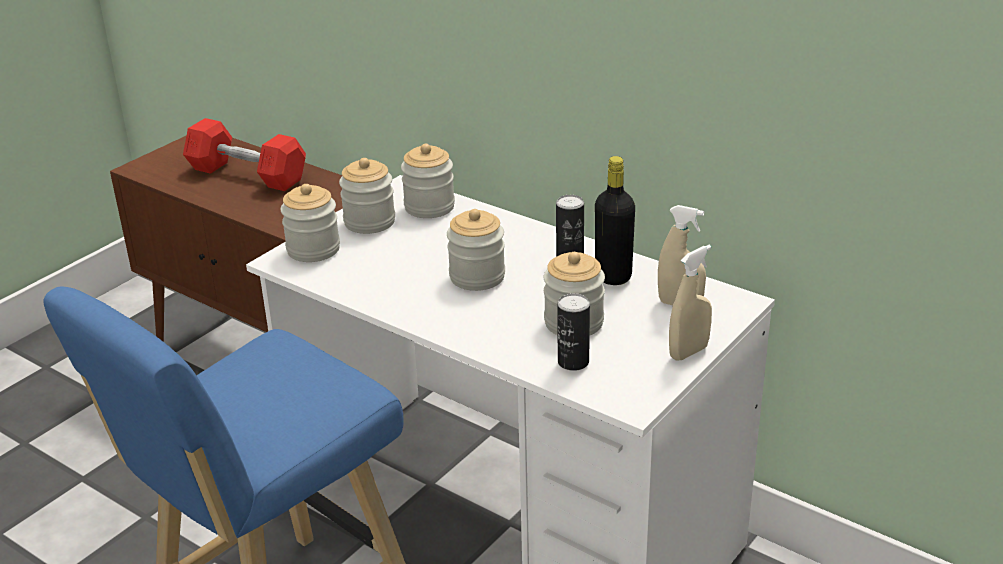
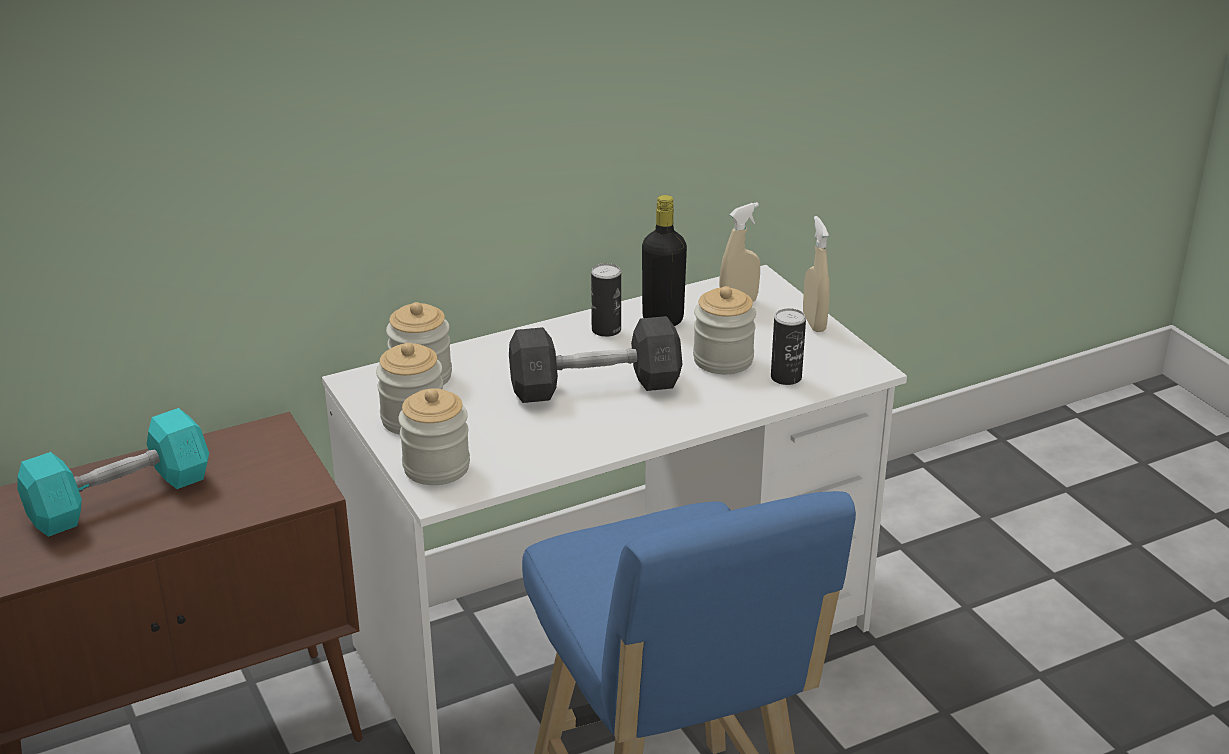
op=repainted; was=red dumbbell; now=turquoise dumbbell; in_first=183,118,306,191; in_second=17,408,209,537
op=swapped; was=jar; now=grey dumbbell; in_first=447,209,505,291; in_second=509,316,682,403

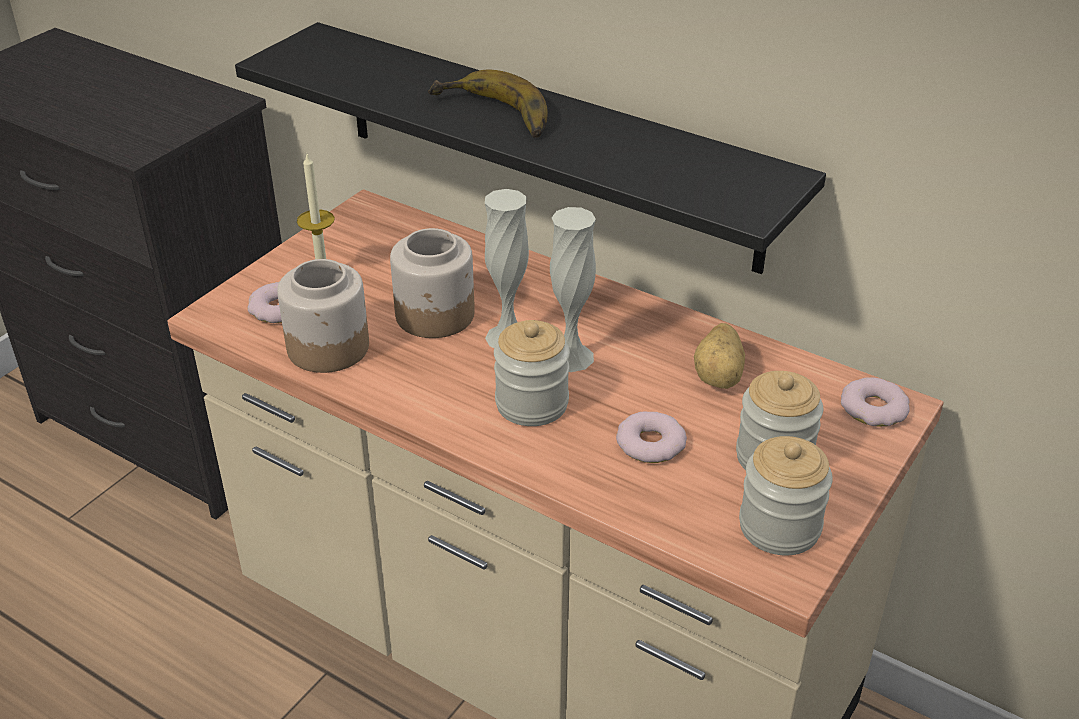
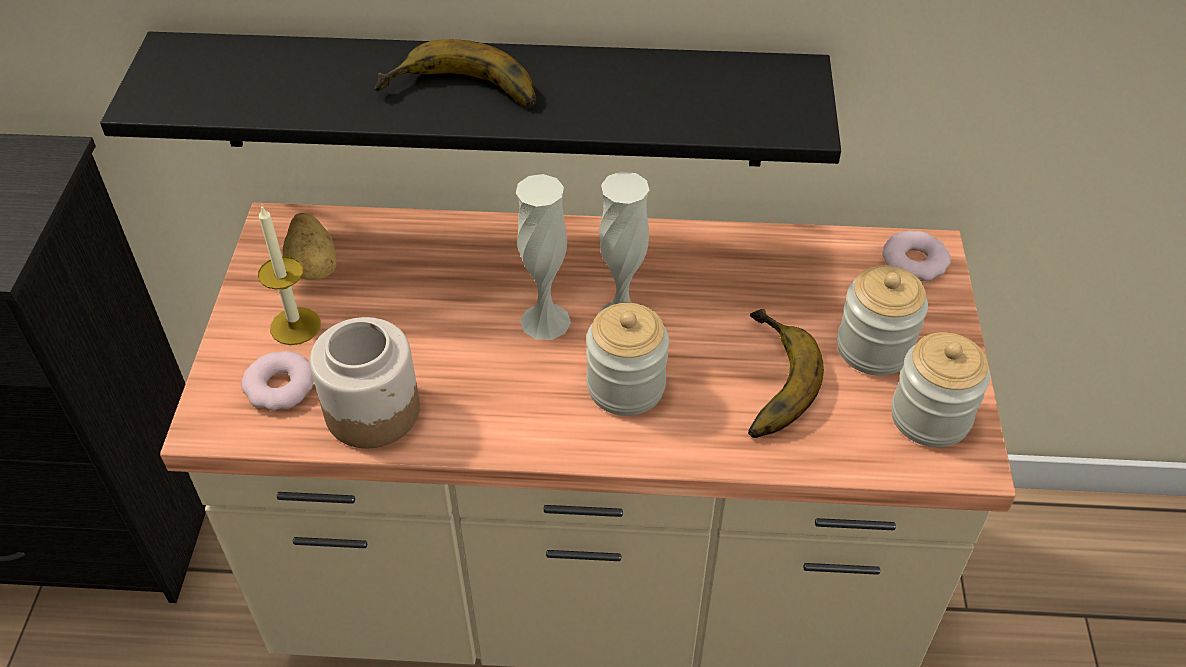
op=shifted; was=potato; in_first=694,323,745,389; in_second=283,213,337,280
op=swapped; was=donut; now=banana; in_first=616,412,687,463; in_second=748,309,824,438
op=gone; was=jar; in_first=390,228,475,338

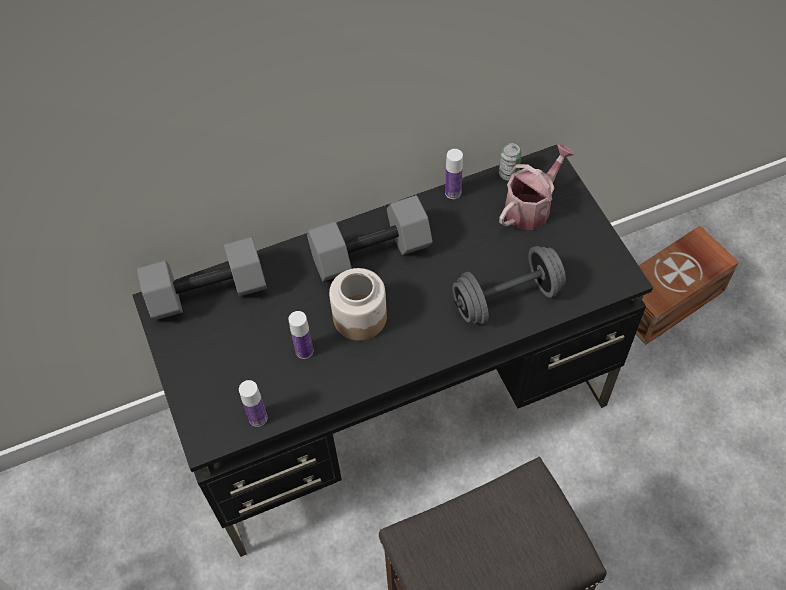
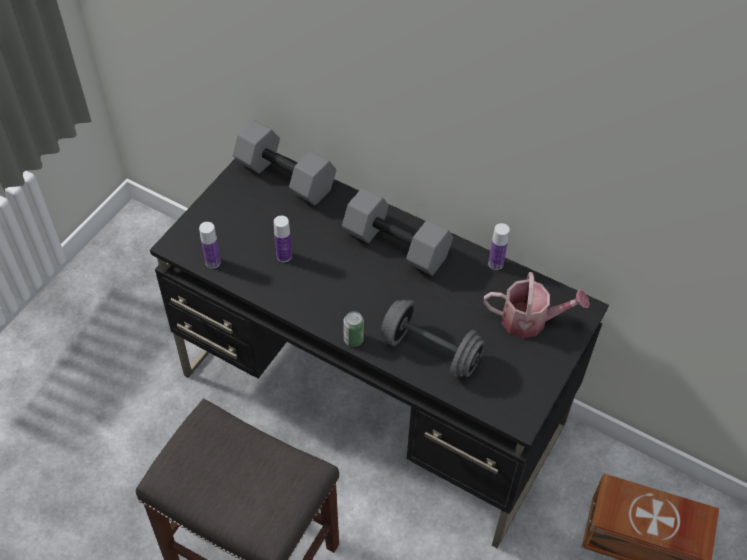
op=shifted; was=can; in_first=499,143,521,181; in_second=343,311,364,347
op=gone; was=jar; in_first=329,268,387,341

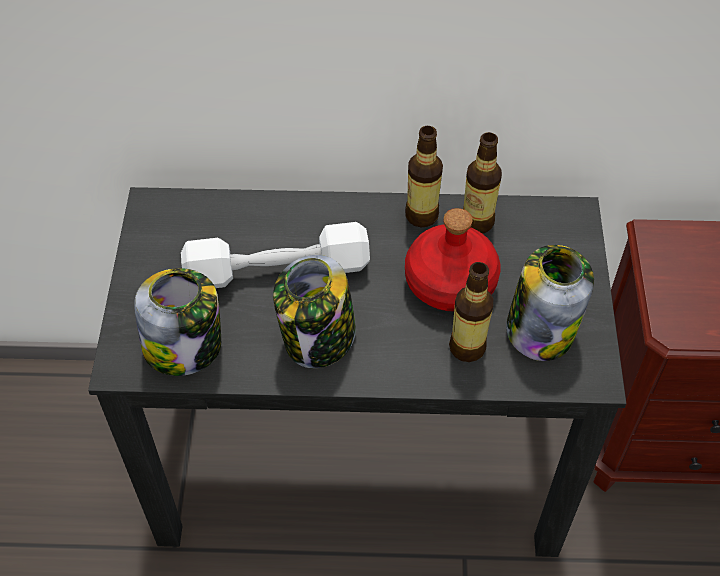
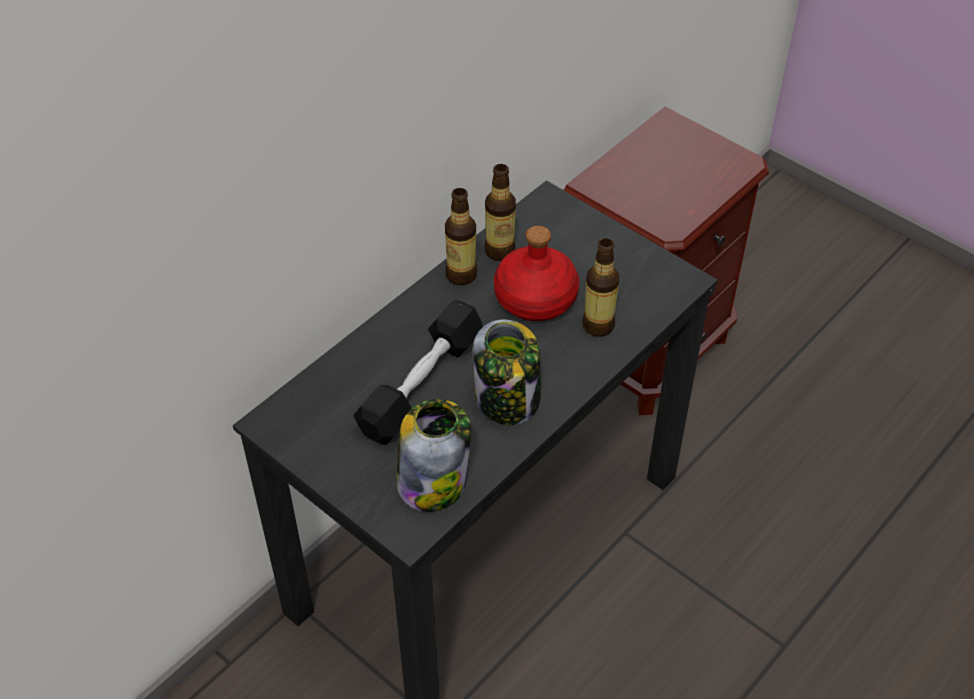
op=repainted; was=white dumbbell; now=black dumbbell; in_first=181,222,370,288; in_second=354,300,483,445
op=gone; was=jar; in_first=506,245,594,361

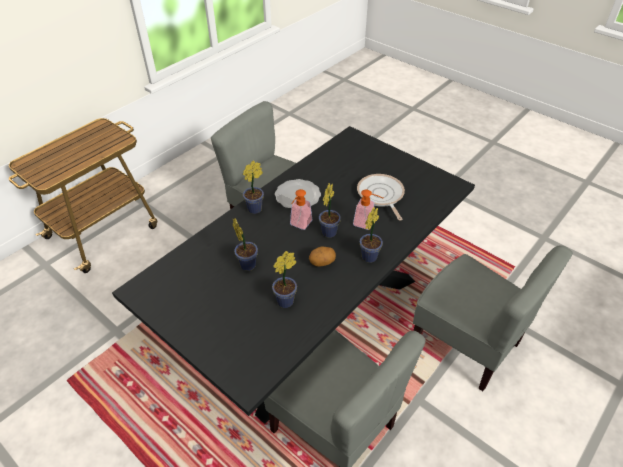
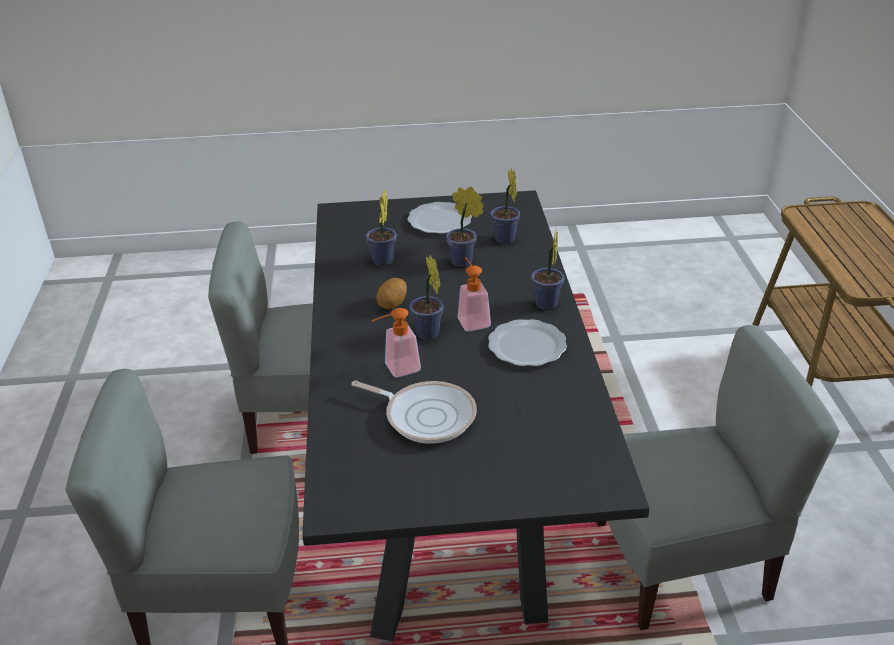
op=new; now=plate; in_second=407,202,472,234
op=shifted; was=potted plant; in_first=360,207,383,263; in_second=491,167,520,244

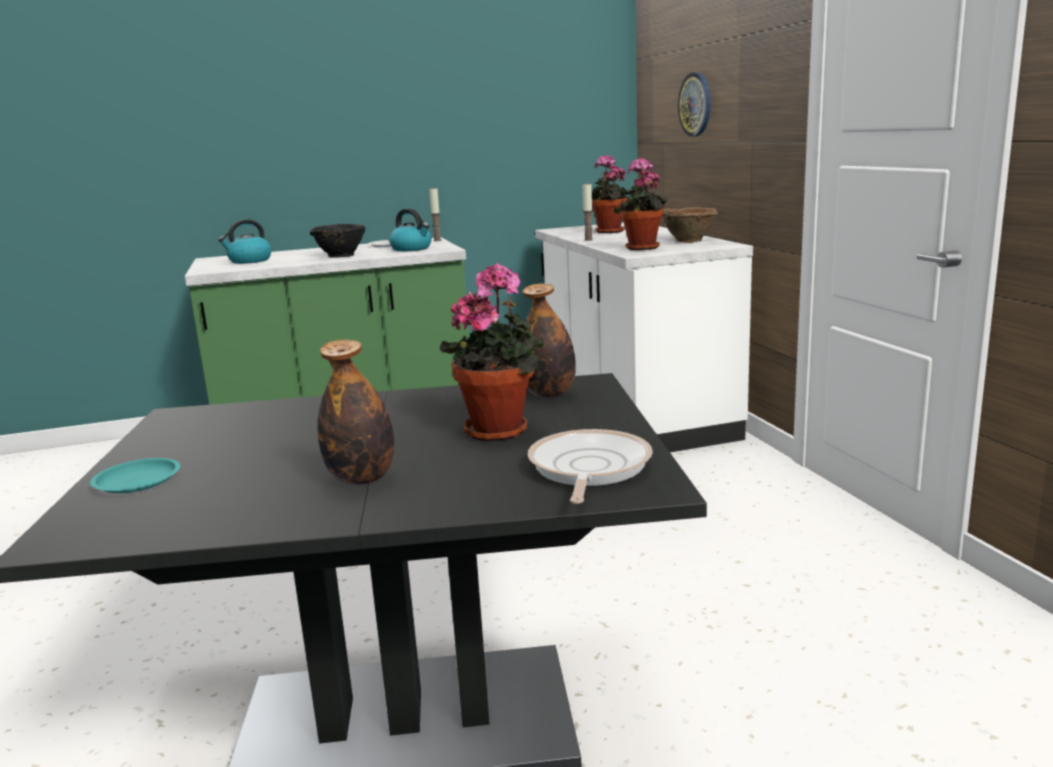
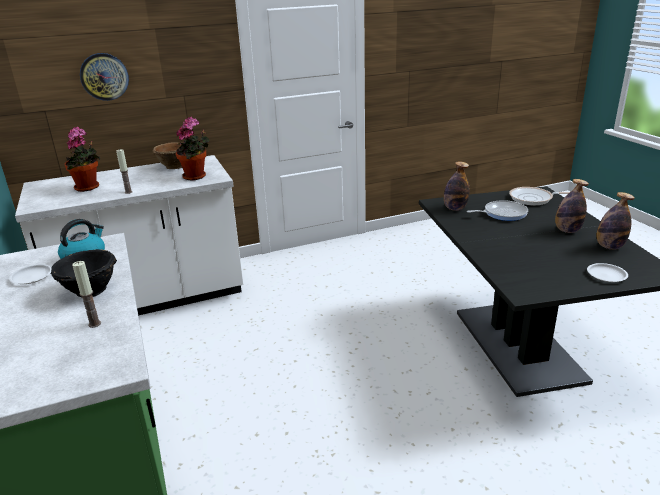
op=shifted; was=candle; in_first=429,188,442,241; in_second=72,261,101,328
op=swapped; was=potted plant; now=frying pan; in_first=440,263,544,441; in_second=467,200,528,221
op=repainted; was=turquoise plate; now=white plate; in_first=90,458,180,493; in_second=587,263,628,282
op=new; now=bottle; in_second=596,192,635,250
op=gone; was=kettle; in_first=218,219,272,264

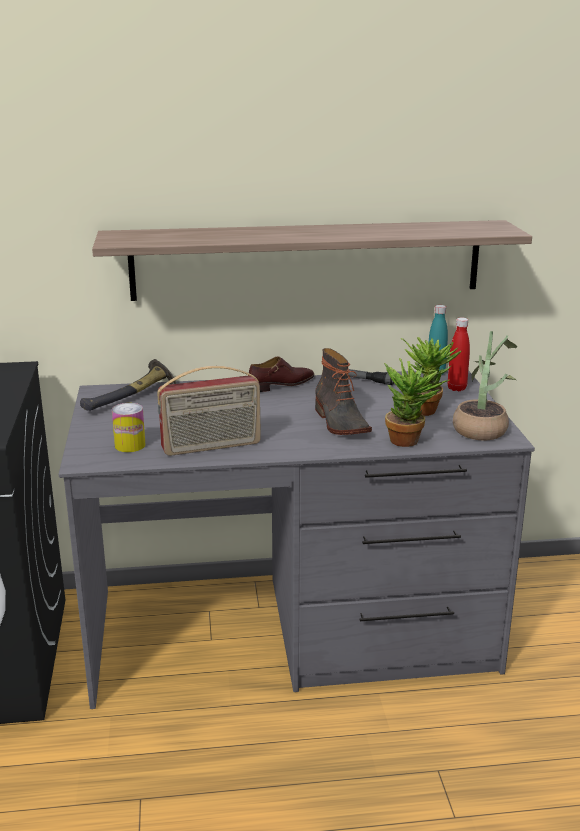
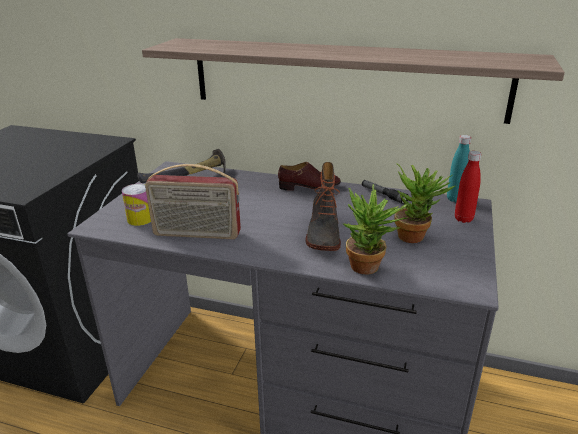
op=gone; was=potted plant; in_first=453,331,517,440

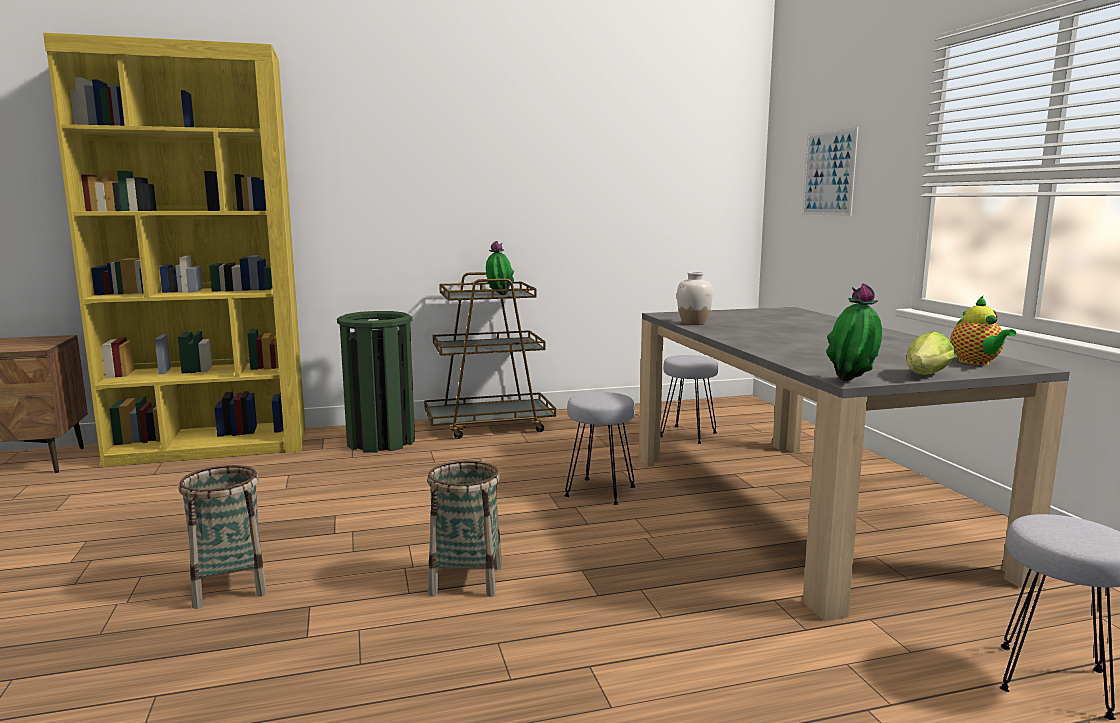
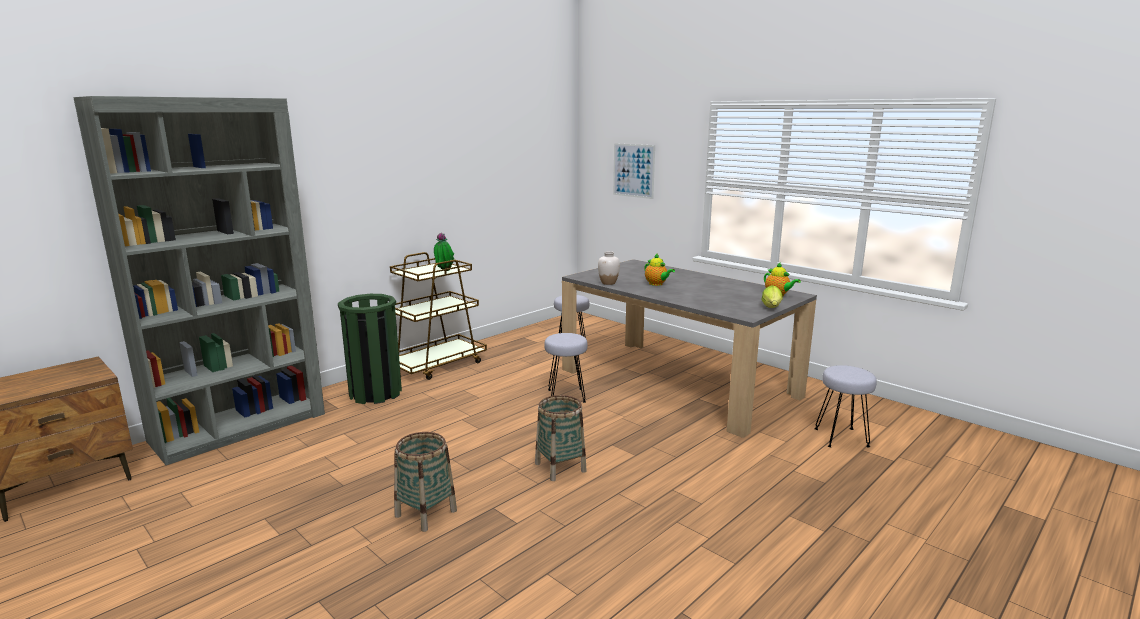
op=repainted; was=yellow bookcase; now=grey bookcase; in_first=43,33,305,467; in_second=73,96,325,465
op=new; now=teapot; in_second=644,253,675,286
op=gone; was=potted plant; in_first=826,283,882,381

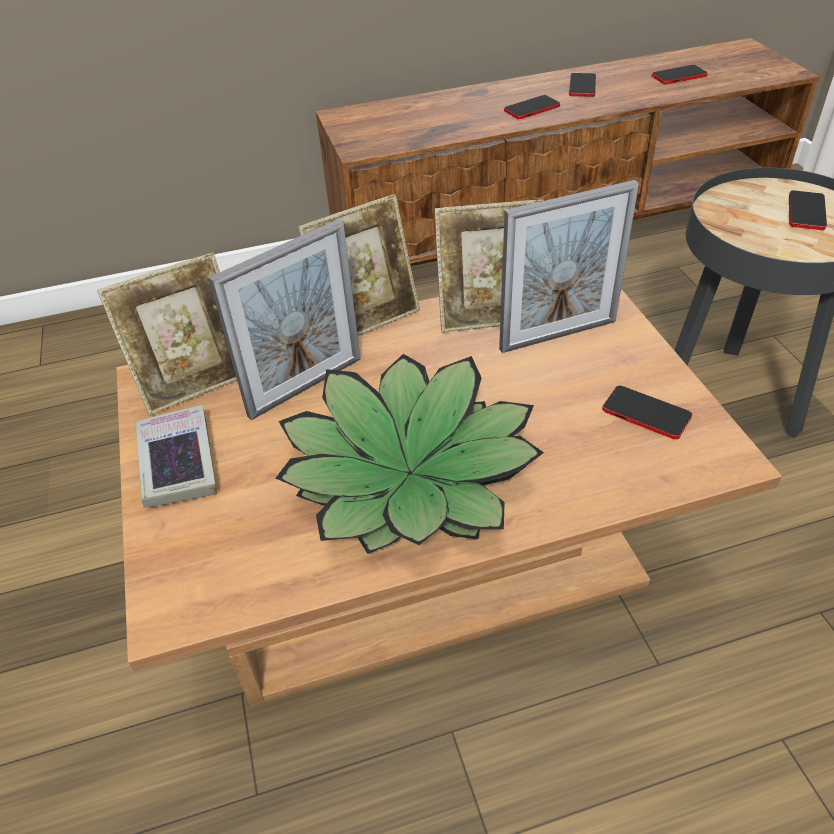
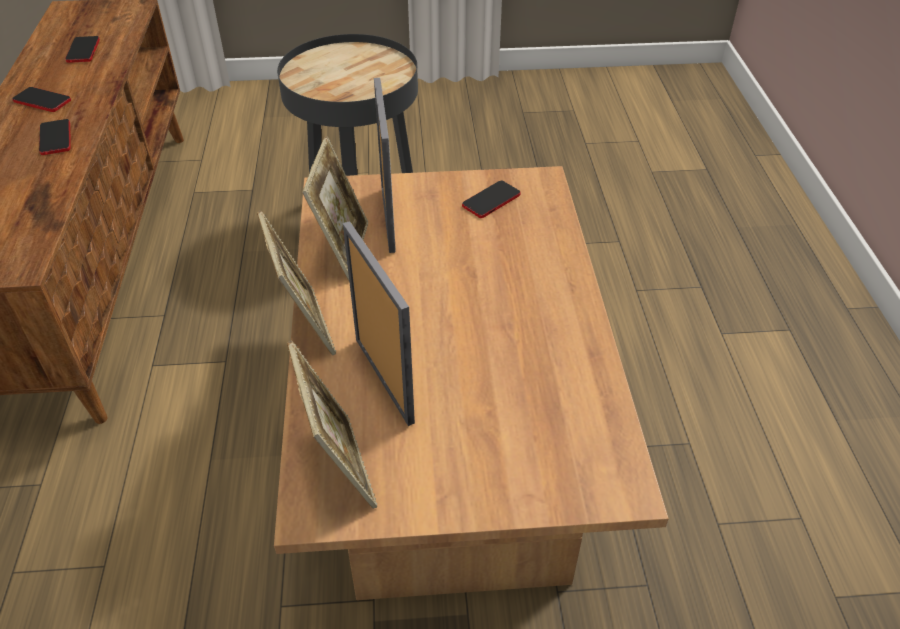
op=gone; was=book; in_first=136,405,217,508
op=gone; was=potted plant; in_first=276,354,544,554
op=gone; was=phone; in_first=789,190,827,230

